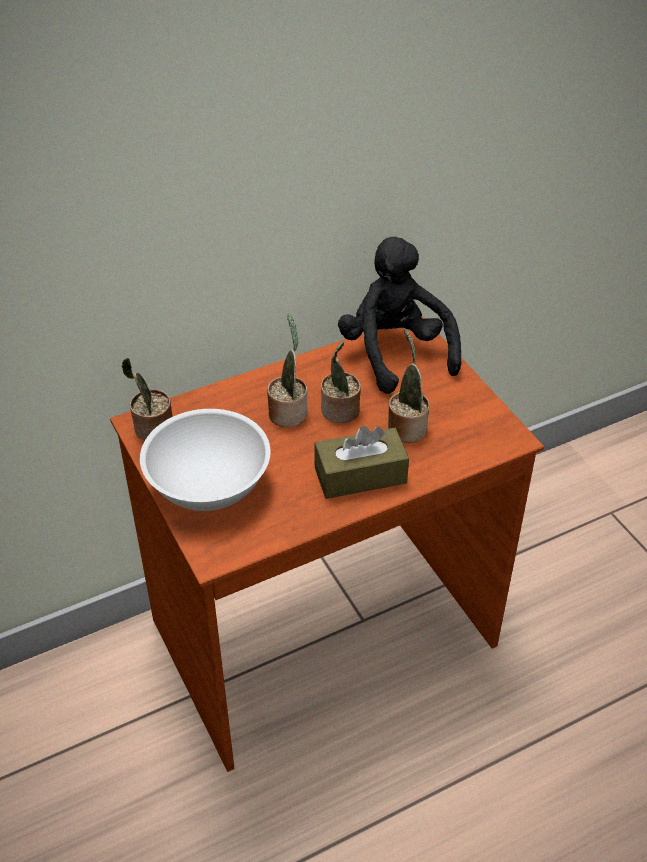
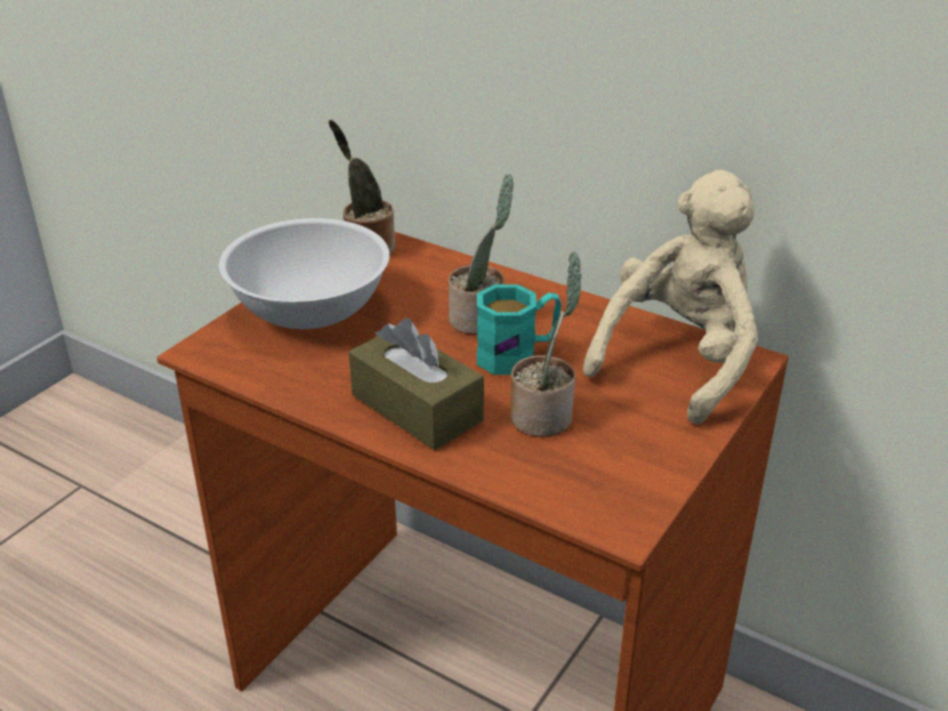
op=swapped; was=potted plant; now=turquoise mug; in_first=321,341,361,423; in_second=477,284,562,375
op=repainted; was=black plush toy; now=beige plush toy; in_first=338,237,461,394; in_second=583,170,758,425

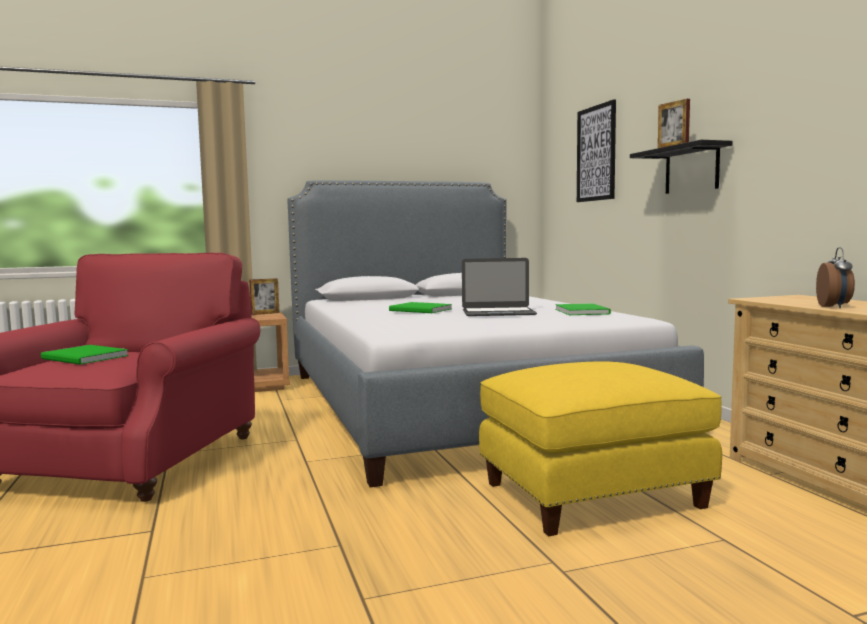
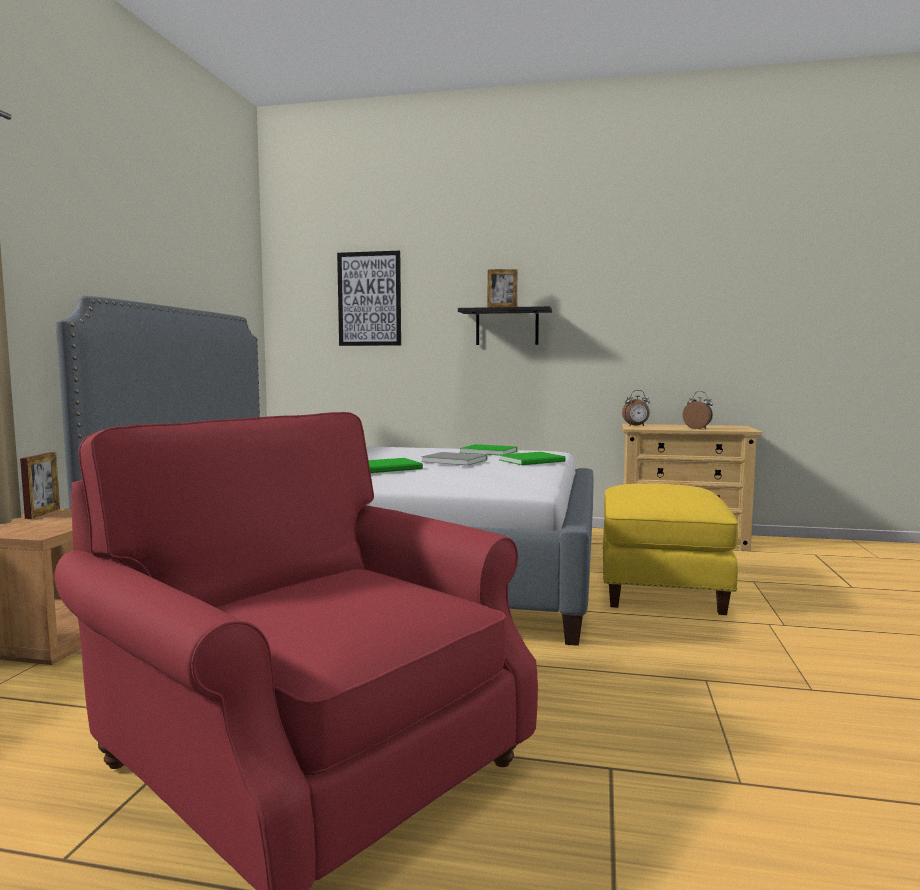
op=swapped; was=laptop; now=grey book; in_first=462,258,537,316; in_second=421,452,487,466
op=shifted; was=green book; in_first=41,345,129,365; in_second=499,452,566,465
op=new; now=alarm clock; in_second=622,390,650,426

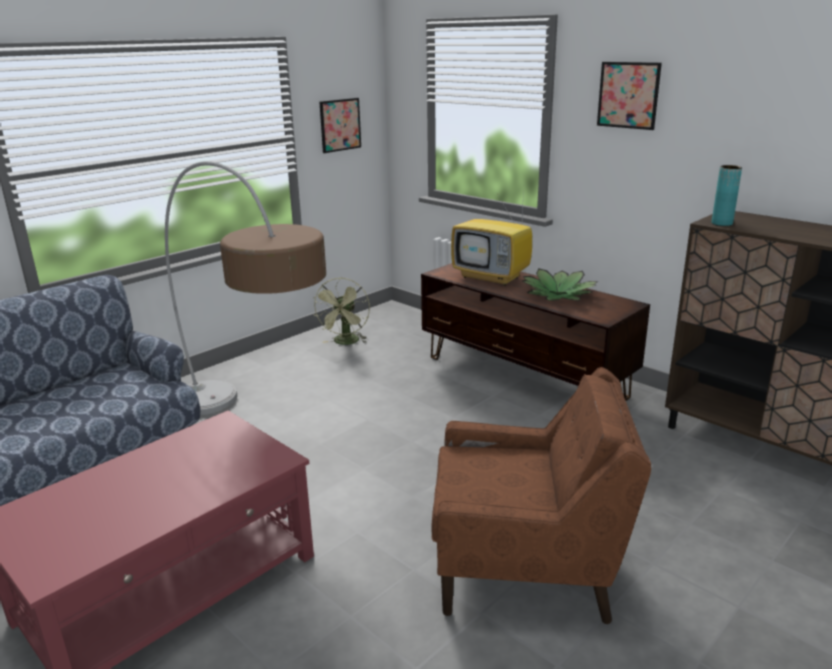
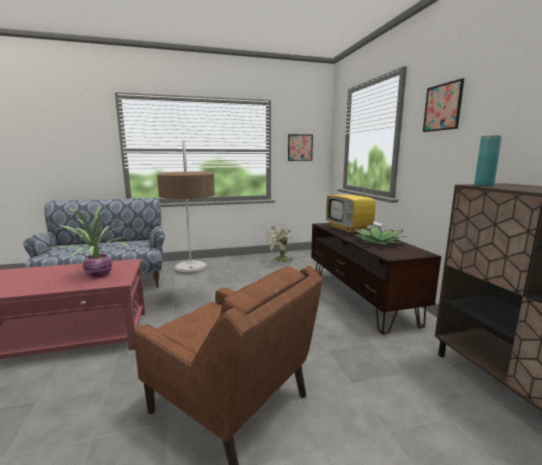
op=new; now=potted plant; in_second=39,205,129,278

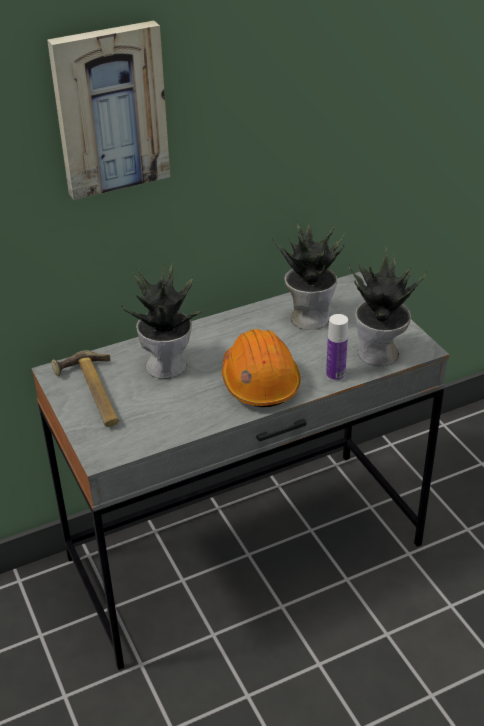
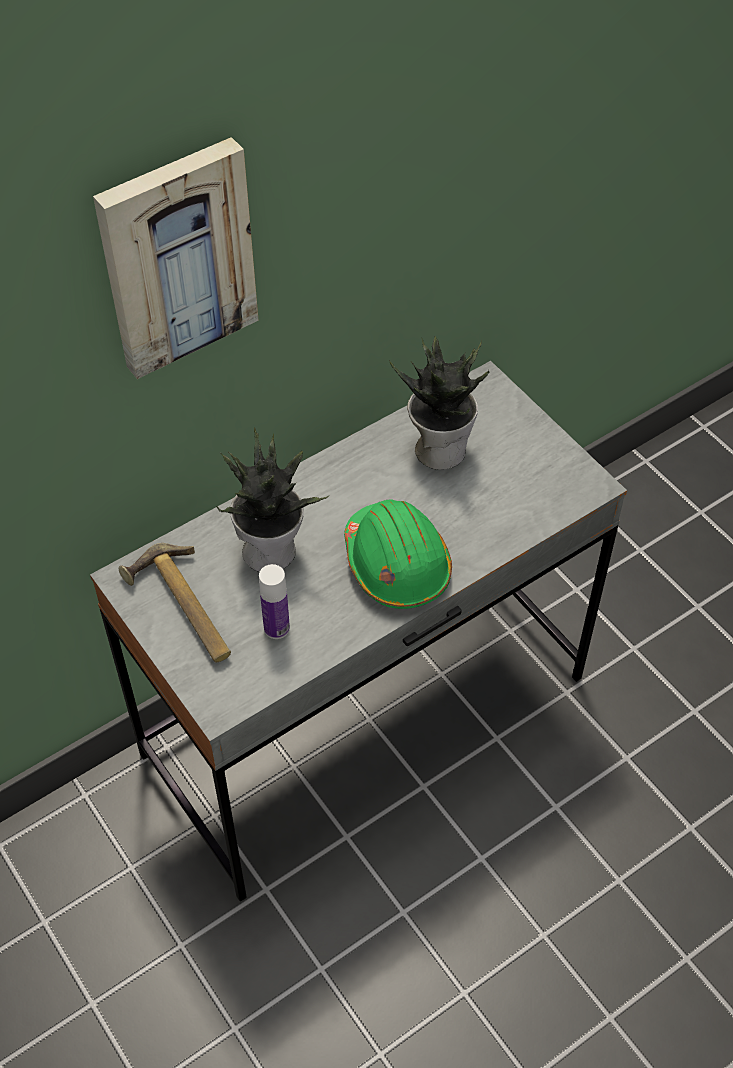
op=shifted; was=bottle; in_first=326,314,348,381; in_second=259,564,290,639
op=repainted; was=orange hard hat; now=green hard hat; in_first=222,329,301,407; in_second=344,500,452,609
op=gone; was=potted plant; in_first=349,246,427,366

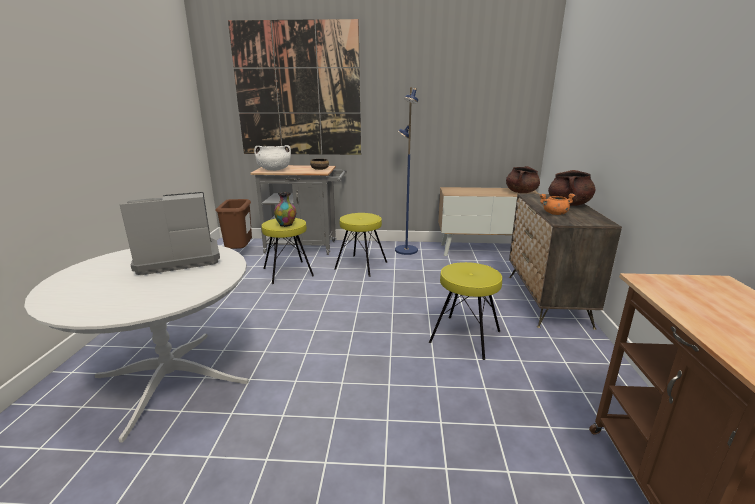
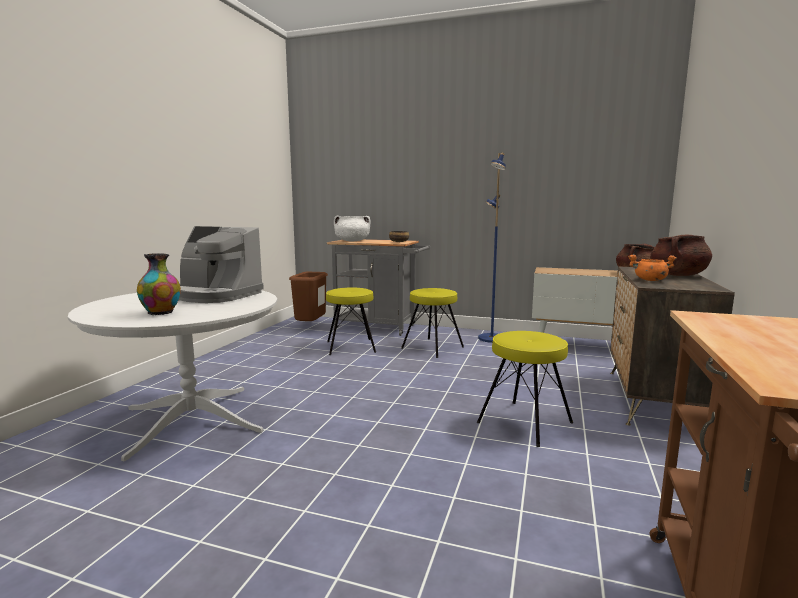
op=shifted; was=vase; in_first=274,192,296,227; in_second=137,253,181,315
op=rotated; was=coffee machine; in_first=120,192,220,275; in_second=179,226,264,303; clockwise=-150
op=gone; was=picture; in_first=228,19,361,155

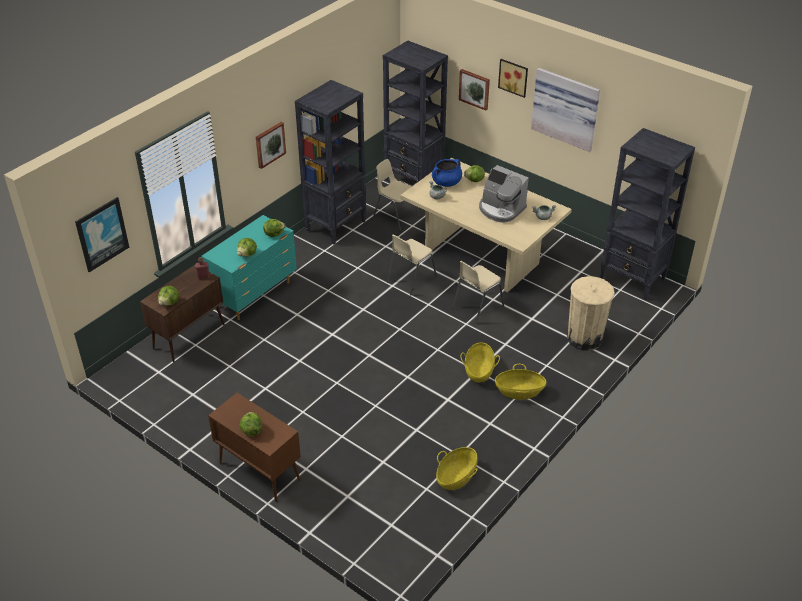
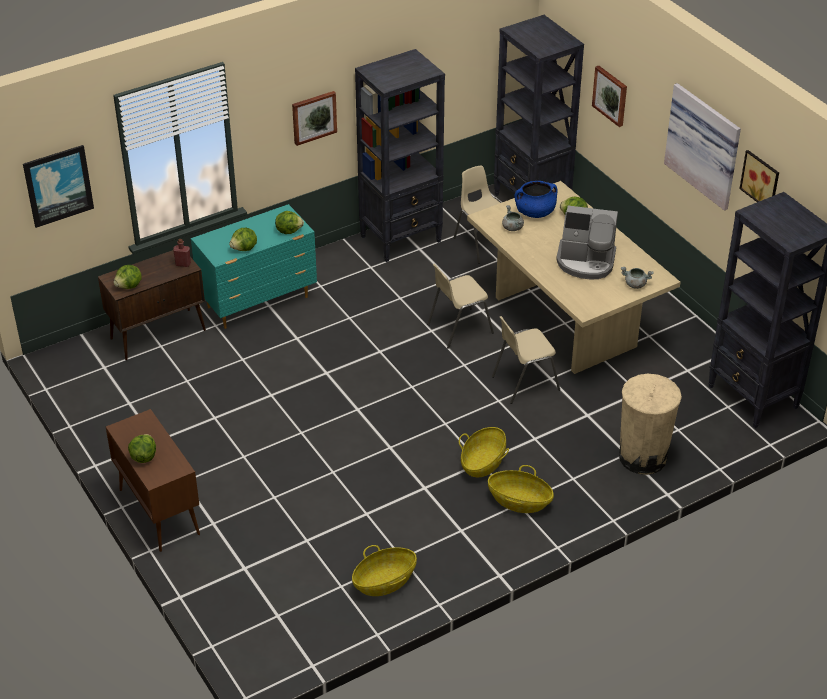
op=rotated; was=coffee machine; in_first=479,165,529,222; in_second=556,206,618,279; clockwise=-45
op=shifted; was=picture; in_first=498,59,528,98; in_second=740,150,779,202

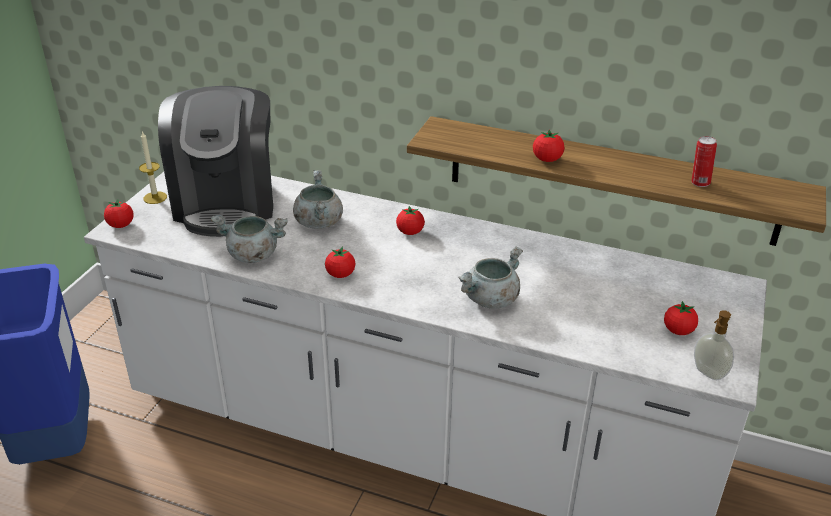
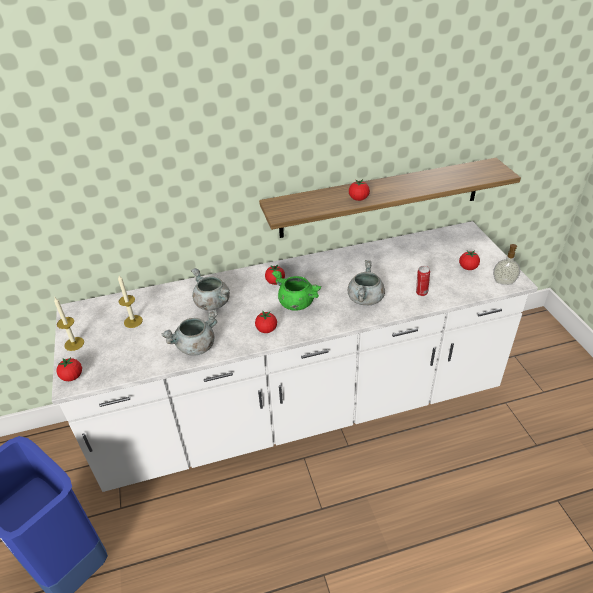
op=swapped; was=coffee machine; now=candle; in_first=158,86,273,237; in_second=118,275,143,328
op=new; now=green cooking pot; in_second=272,270,321,311
op=shifted; was=can; in_first=691,136,717,187; in_second=416,266,430,296

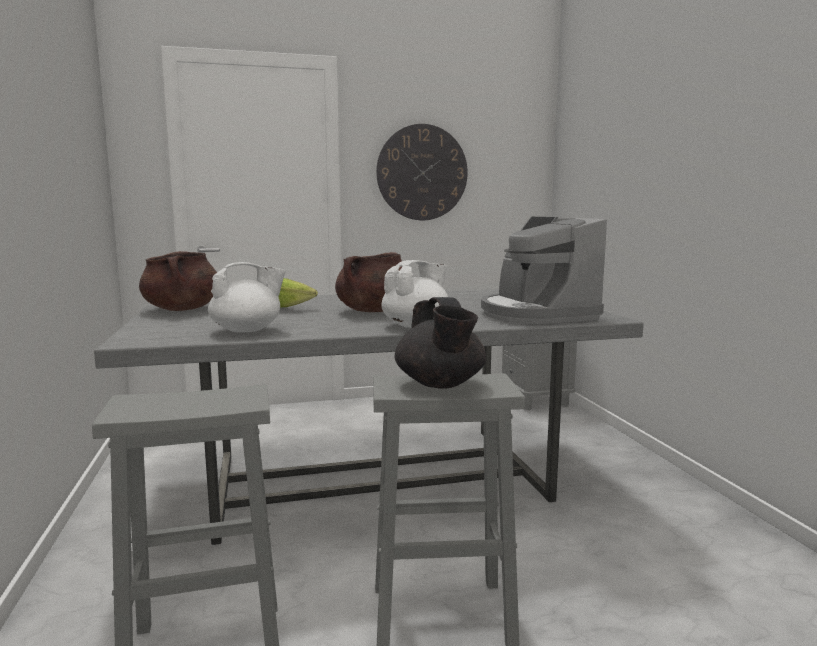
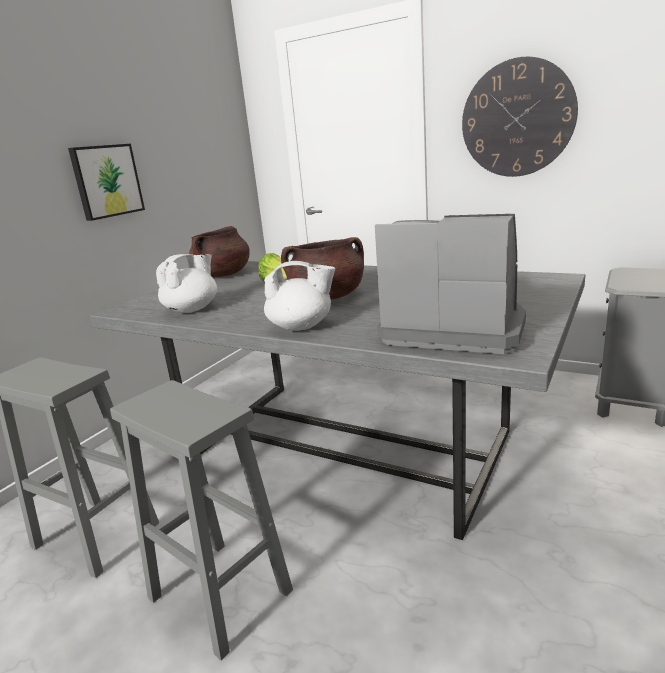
op=new; now=picture; in_second=68,144,145,221
op=rotated; was=white teapot; in_first=208,262,286,333; in_second=156,254,217,313; clockwise=-75
op=rotated; was=coffee machine; in_first=481,217,607,324; in_second=375,214,526,354; clockwise=90
op=gone; was=black teapot; in_first=395,297,486,389

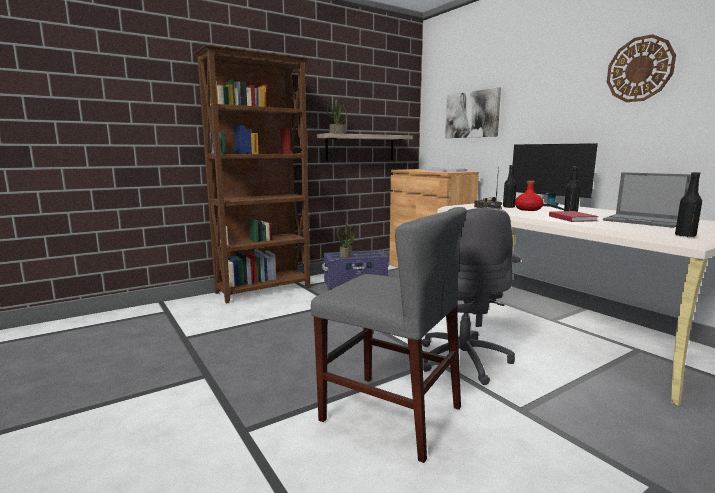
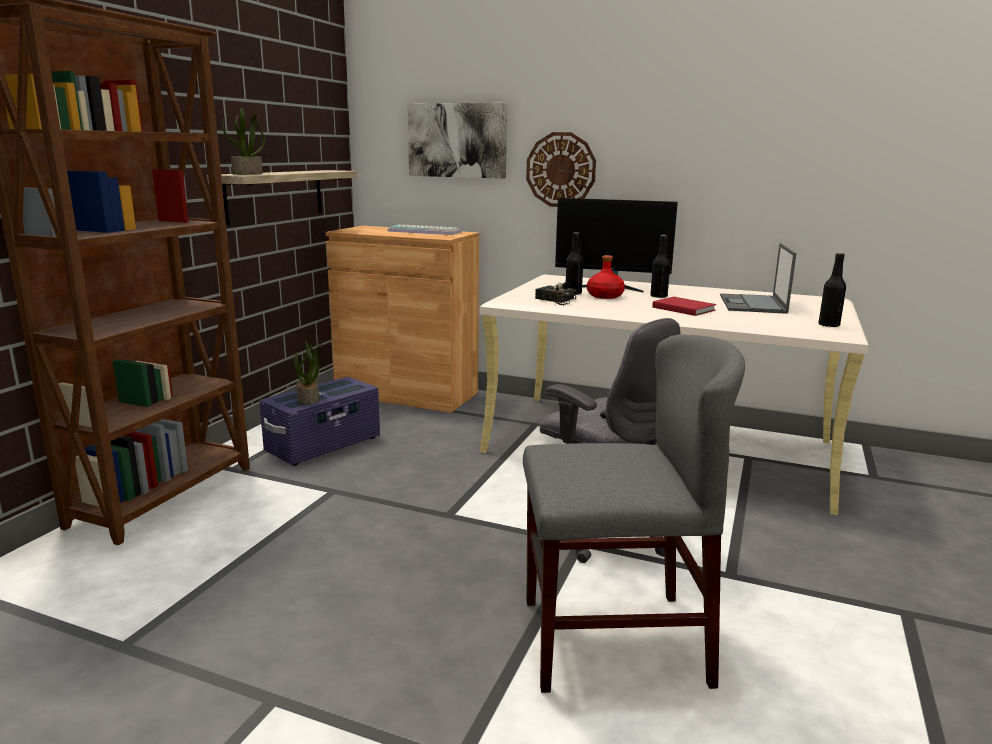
op=shifted; was=wall clock; in_first=607,34,676,102; in_second=526,132,596,207
op=rotated; was=laptop; in_first=603,172,691,228; in_second=720,243,796,314; clockwise=90

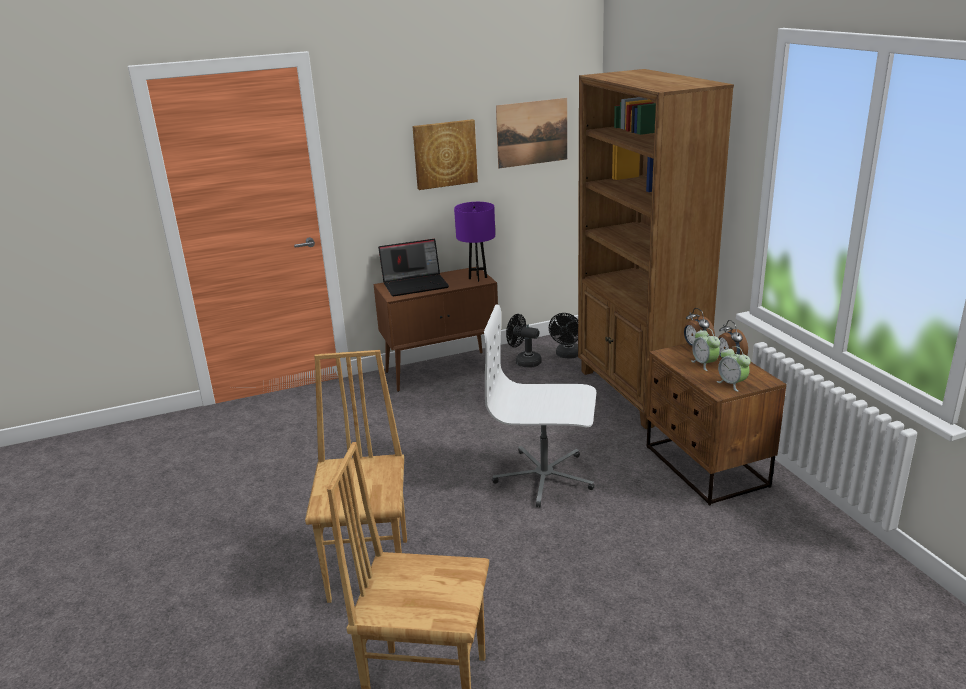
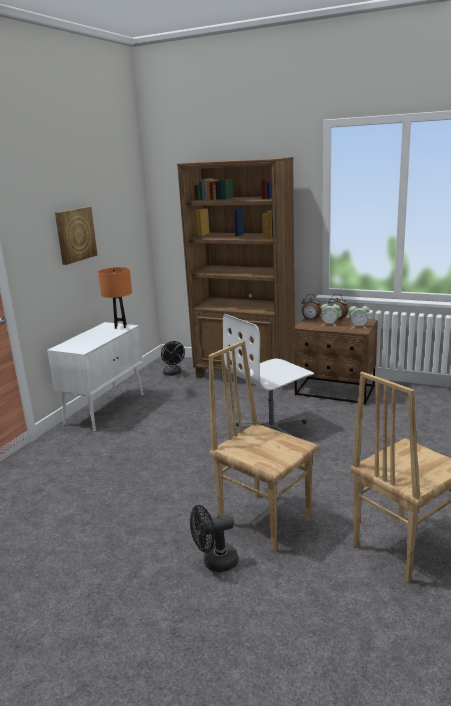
op=repainted; was=brown cabinet; now=white cabinet; in_first=373,266,498,392; in_second=47,322,144,432
op=repainted; was=purple table lamp; now=orange table lamp; in_first=454,202,495,282; in_second=98,267,132,329
op=shifted; was=black fan; in_first=506,314,542,368; in_second=190,505,238,572
op=gone; was=laptop; in_first=378,239,449,297
op=gone; was=picture; in_first=496,98,567,168

